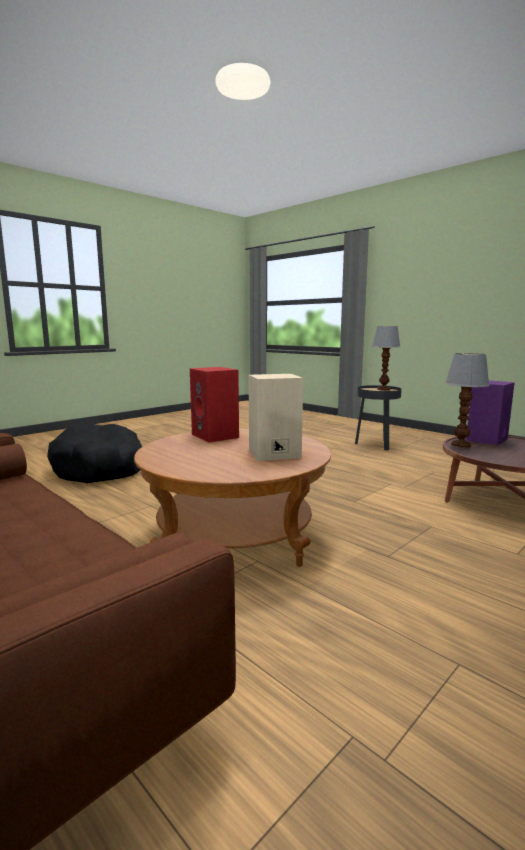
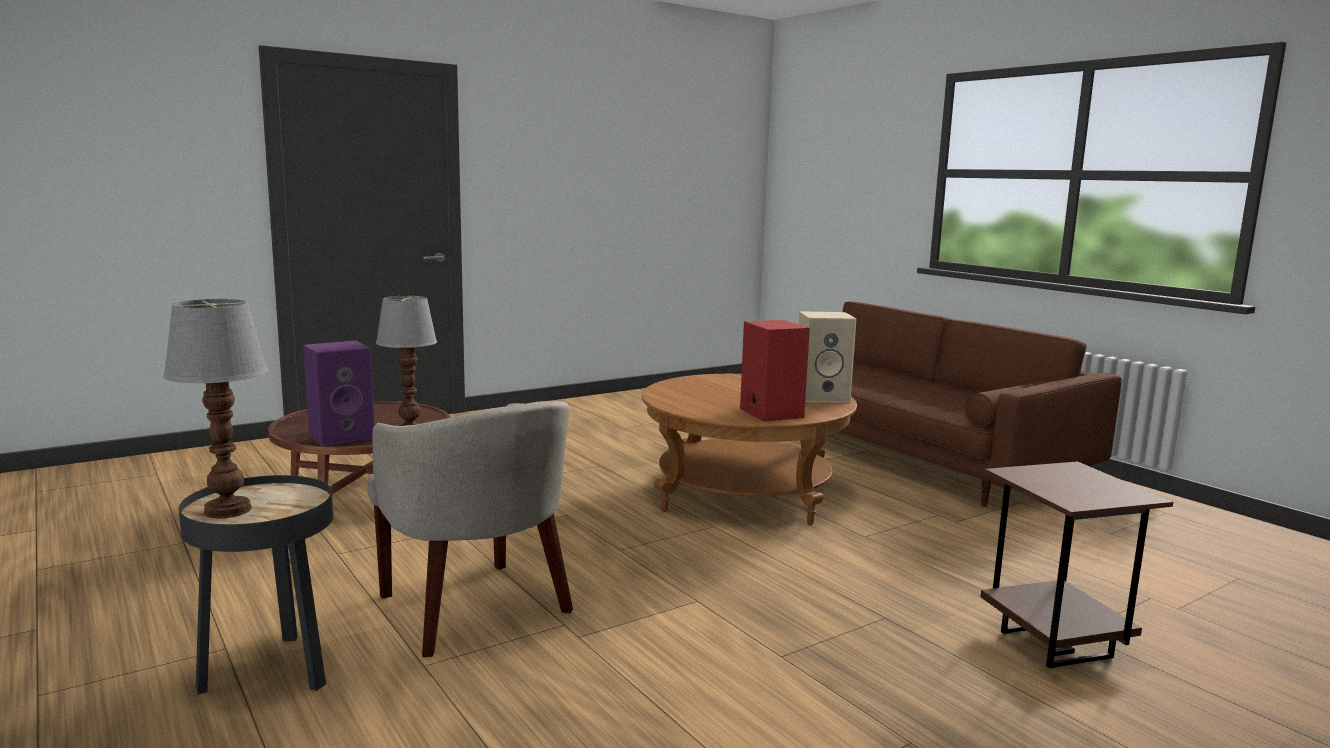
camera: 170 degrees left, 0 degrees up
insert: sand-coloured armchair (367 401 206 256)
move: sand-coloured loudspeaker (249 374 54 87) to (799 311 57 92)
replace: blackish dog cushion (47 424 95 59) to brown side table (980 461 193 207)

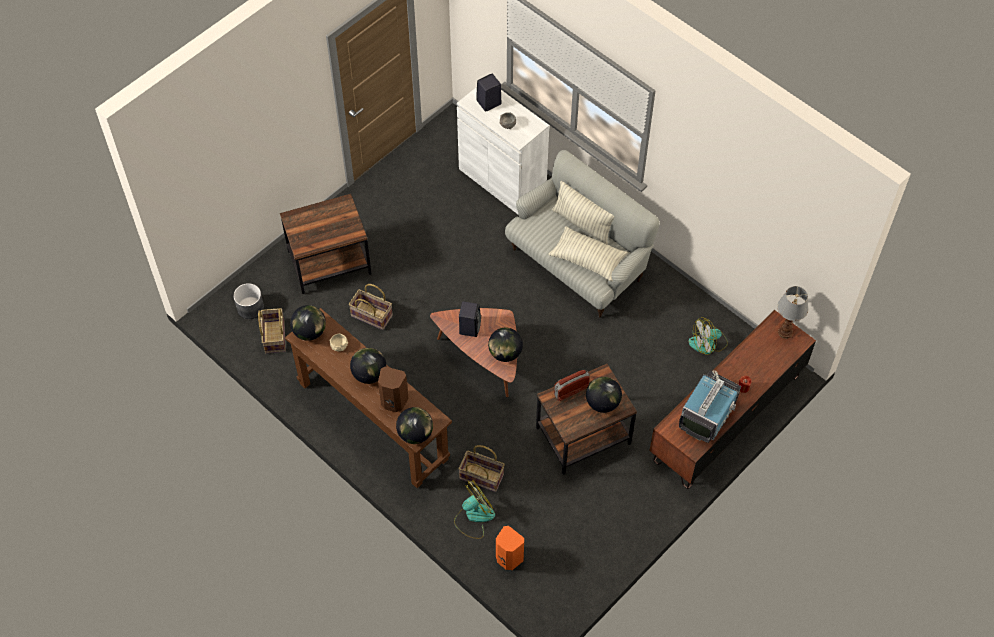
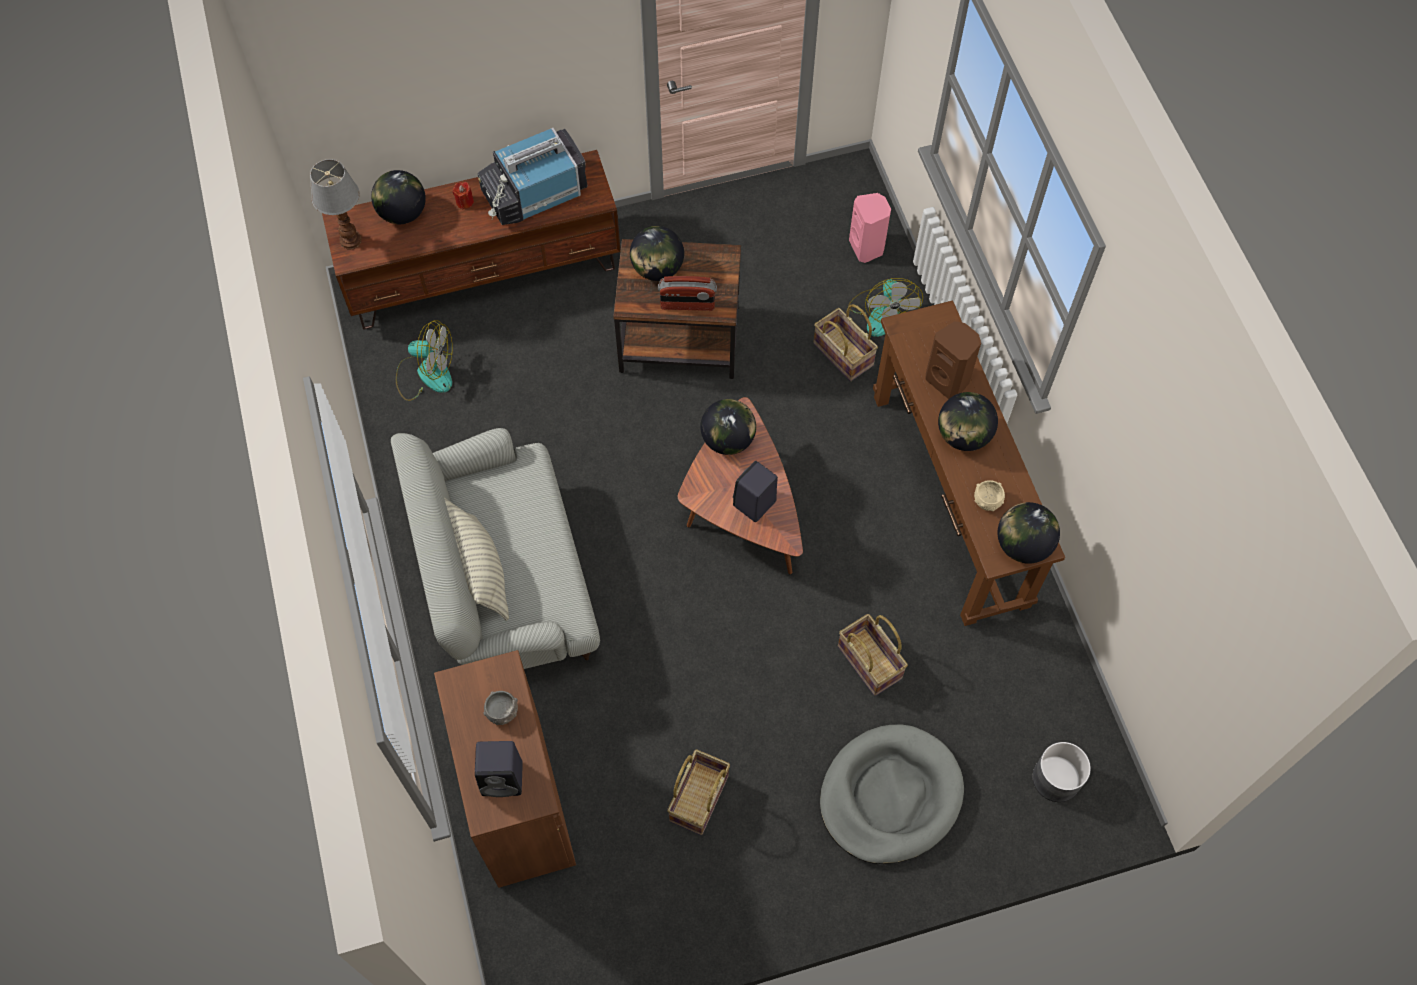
camera: 150 degrees left, 5 degrees up
delete: cushion (548 226 80 56)
move: basket (258 308 28 46) to (667 749 63 86); desk globe (396 407 37 37) to (371 170 55 54)
replace: brown side table (280 194 92 100) to grey dog cushion (820 724 144 140)
recolor: white-coloured cabinet (457 87 92 128) to brown cabinet (434 650 142 238); orange loudspeaker (496 526 28 44) to pinkish loudspeaker (849 193 42 70)
rotate: electric fan (454 480 41 59) = (848 278 75 59) 90 degrees counterclockwise

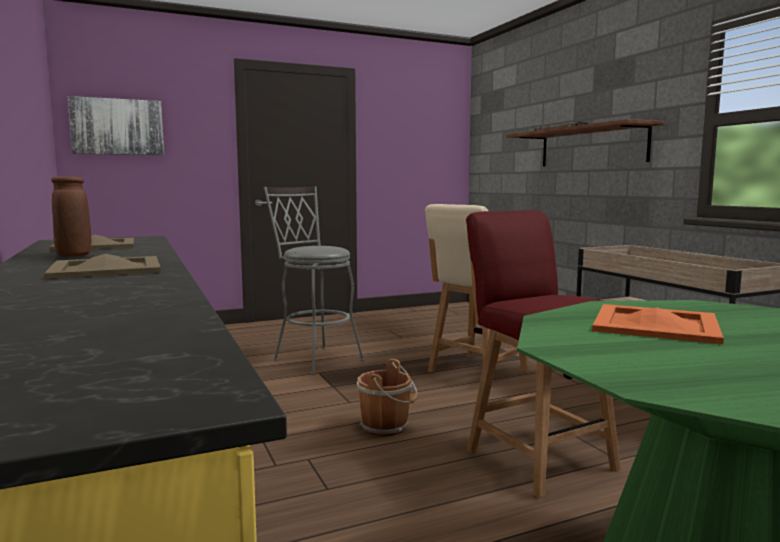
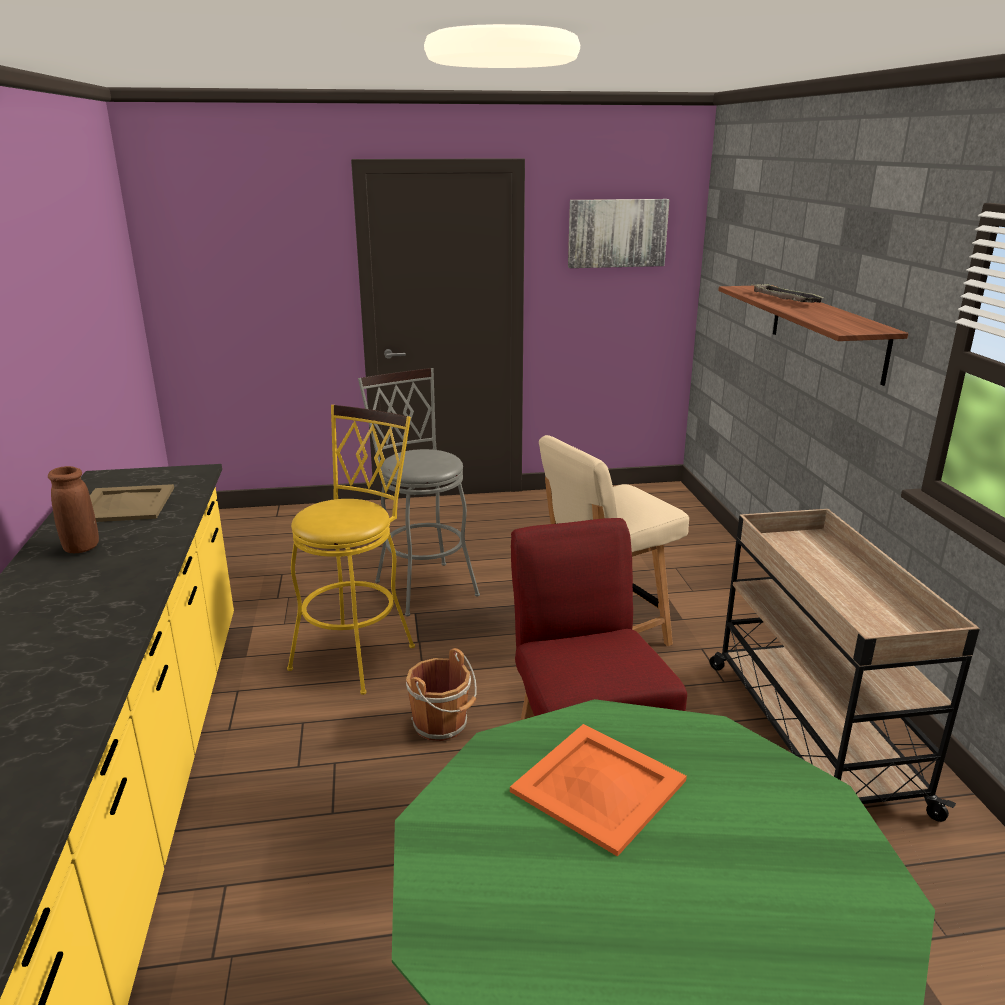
camera: 15 degrees right, 15 degrees up
delete: sand-coloured tray (44 254 117 25)
insert: yellowish stool seat (287 405 128 290)
move: wall picture (68 96 96 59) to (568 199 101 69)

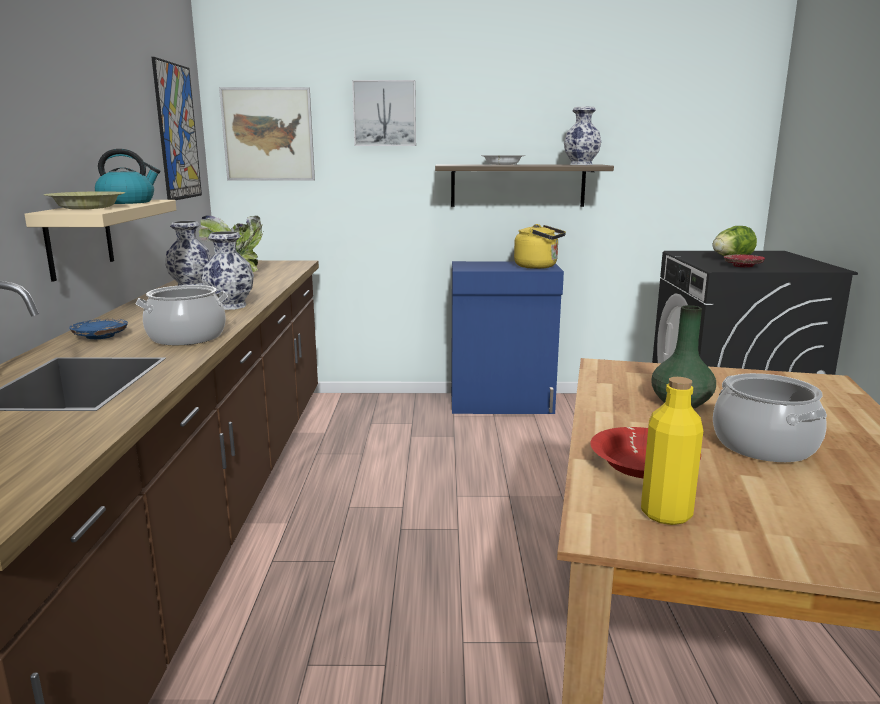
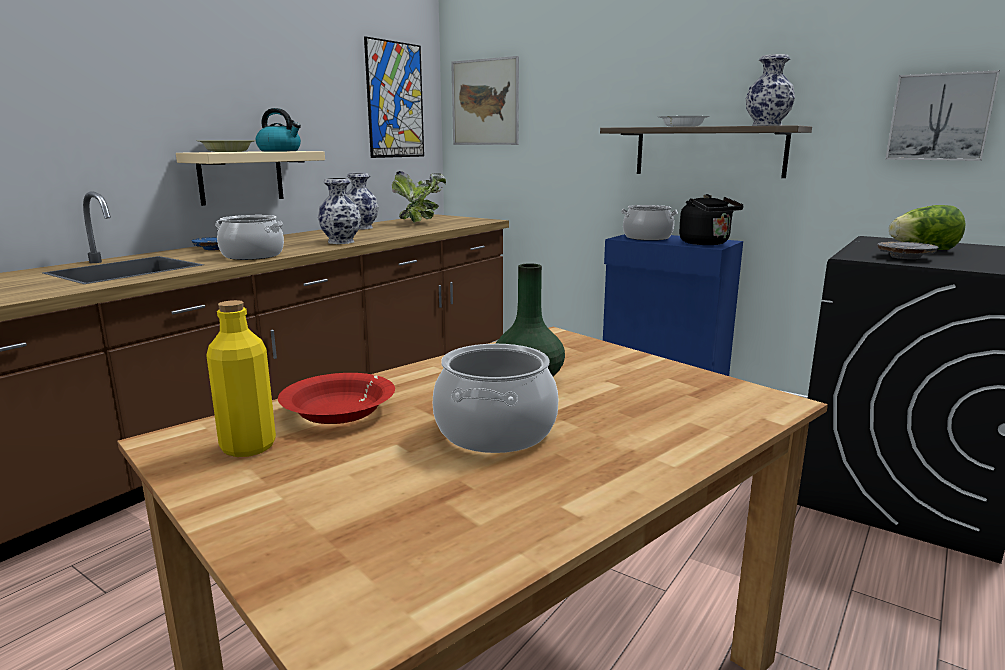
camera: 35 degrees right, 0 degrees up
insert: saucepot (621 205 57 36)
move: wall picture (352 80 64 66) to (885 70 115 91)
recolor: yellowish water kettle (514 224 52 45) to blackish water kettle (679 194 65 51); reddish flat dish (724 254 41 13) to grey flat dish (878 242 61 17)

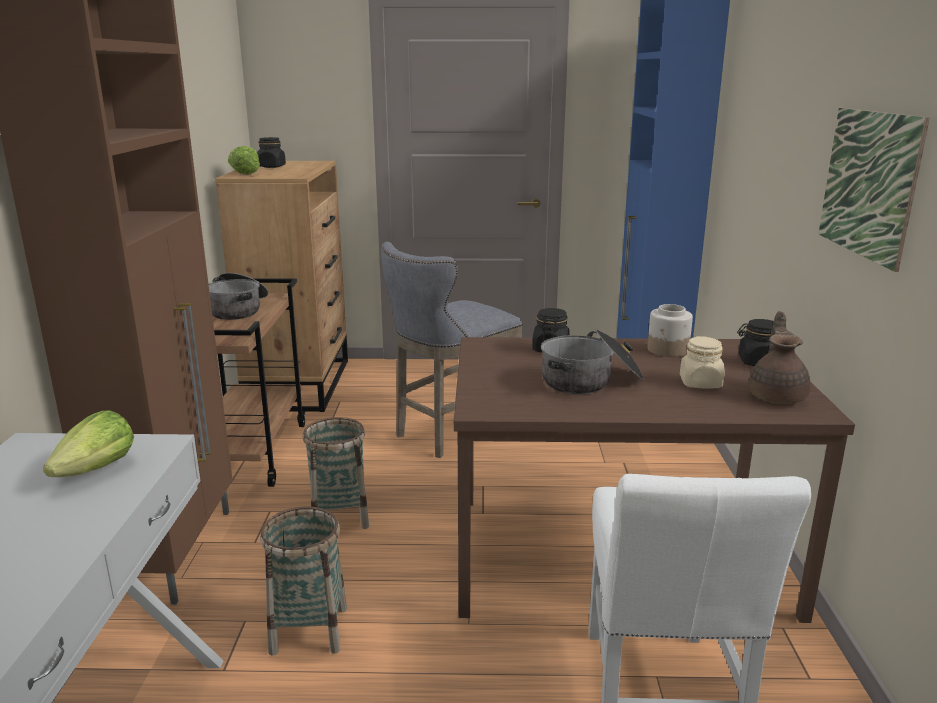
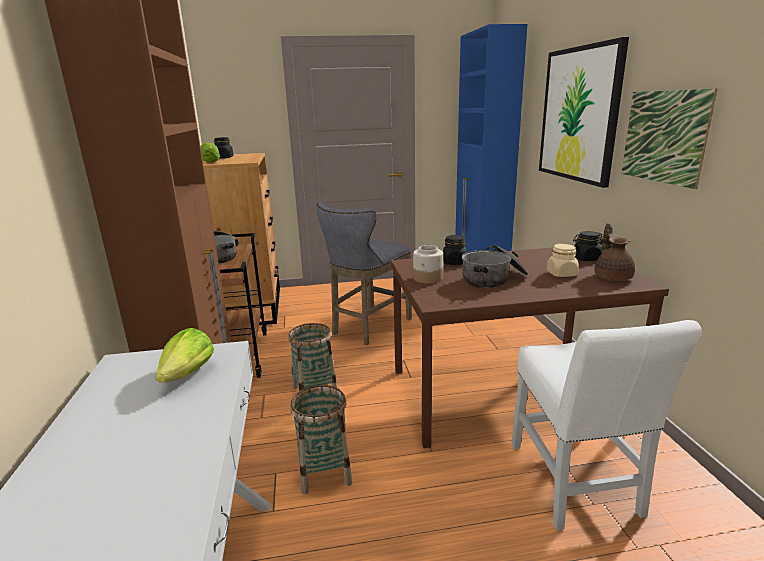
camera: 10 degrees left, 0 degrees up
insert: wall picture (539 37 90 151)
move: storage jar (648 304 45 53) to (413 245 30 39)

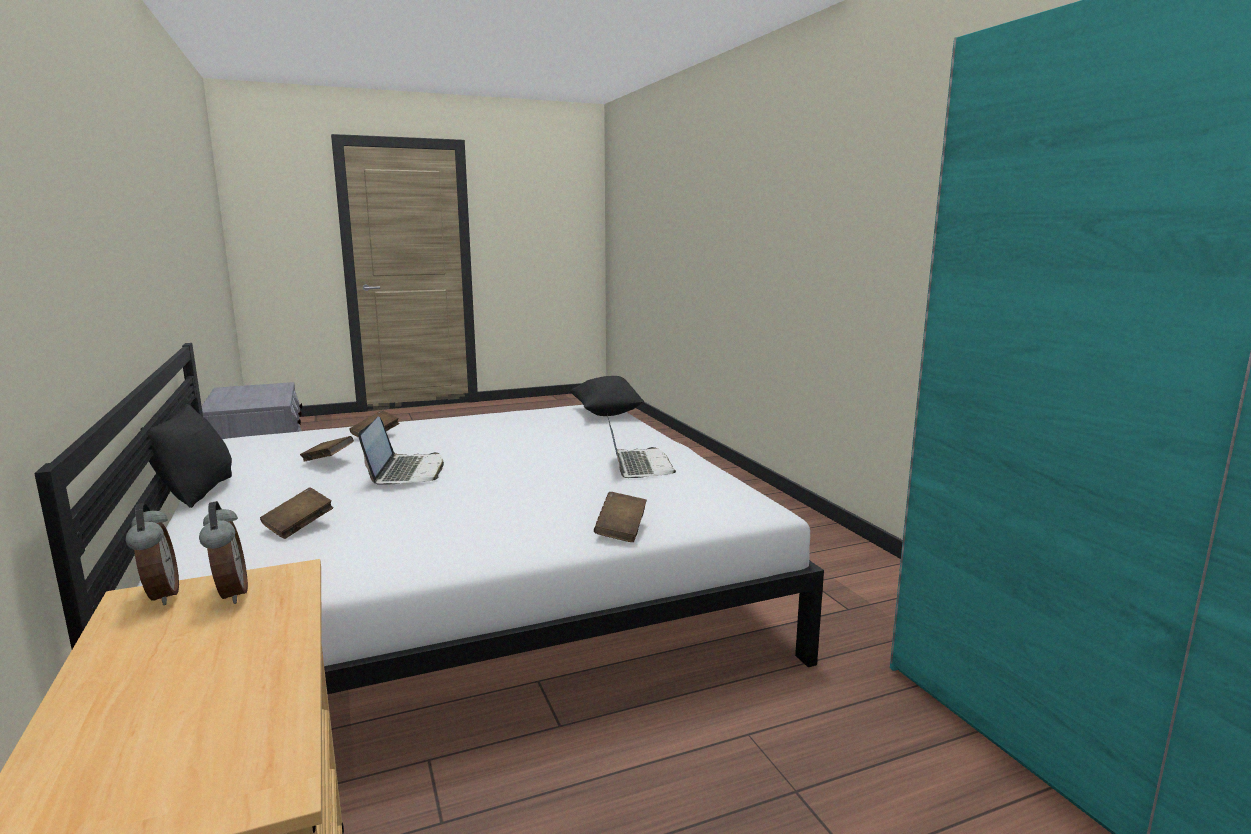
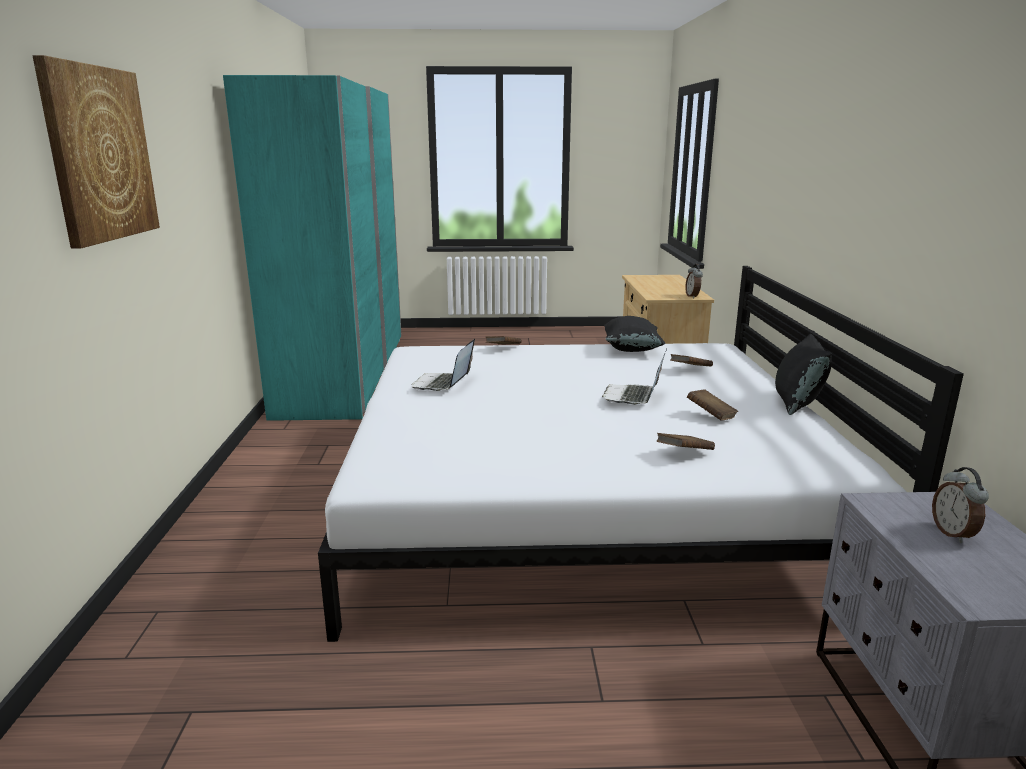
camera: 160 degrees left, 5 degrees up
insert: wall picture (32 55 128 193)
move: table clock (199 501 49 103) to (932 467 57 76); blackish cushion (569 376 75 40) to (604 316 62 36)

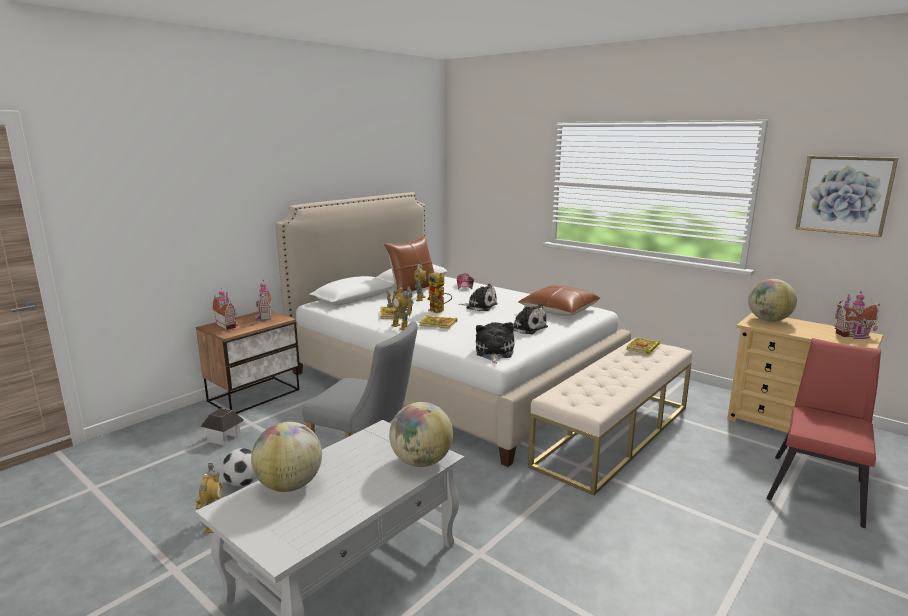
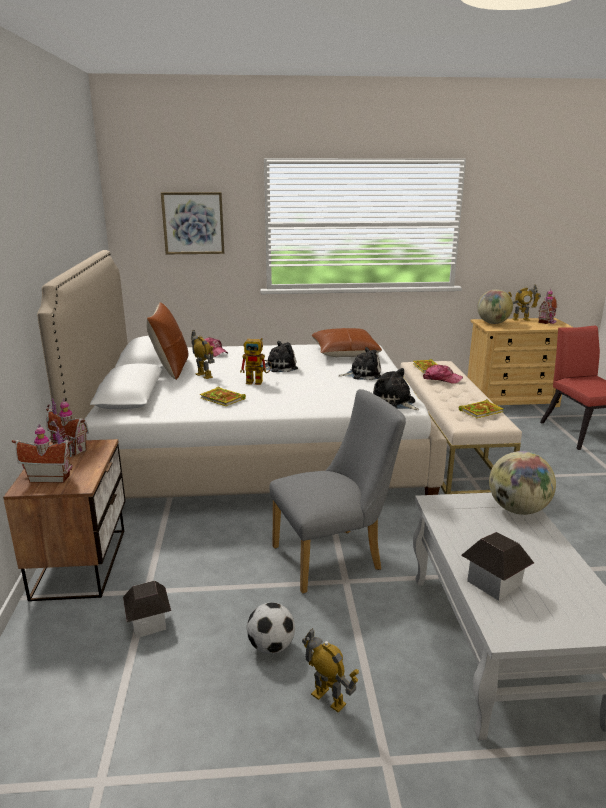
camera: 45 degrees left, 5 degrees up
insert: cap (423 365 40 19)
move: robot figure (386 286 28 44) to (509 284 32 37); bound book (419 315 38 14) to (459 399 44 19); wall picture (796 156 102 81) to (161 192 63 62)
replace: desk globe (251 422 71 70) to model house (461 532 73 69)

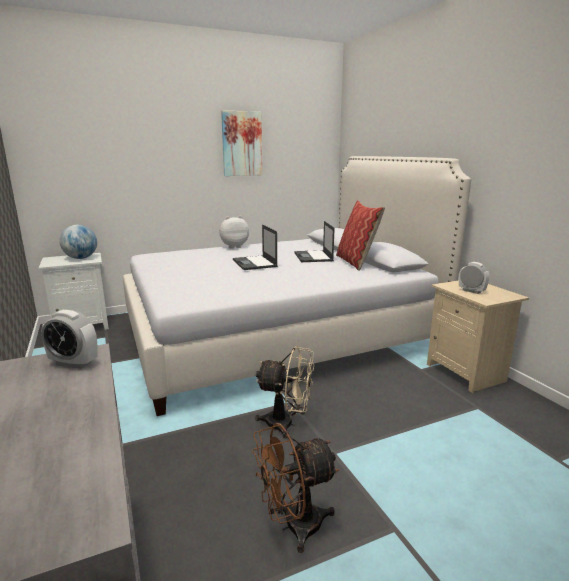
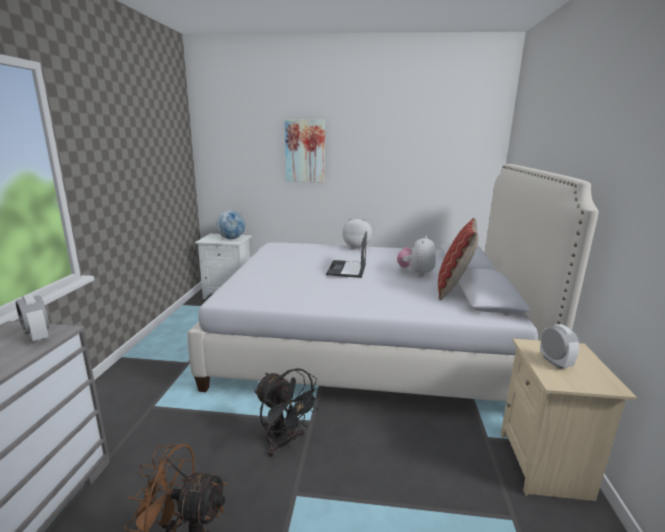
camera: 30 degrees right, 0 degrees up
move: wall picture (221 110 41 66) to (285 119 40 64)
replace: notebook computer (295 221 40 41) to soft toy (397 236 39 40)
recolor: sand-coloured electric fan (255 346 59 93) to blackish electric fan (254 368 68 89)

